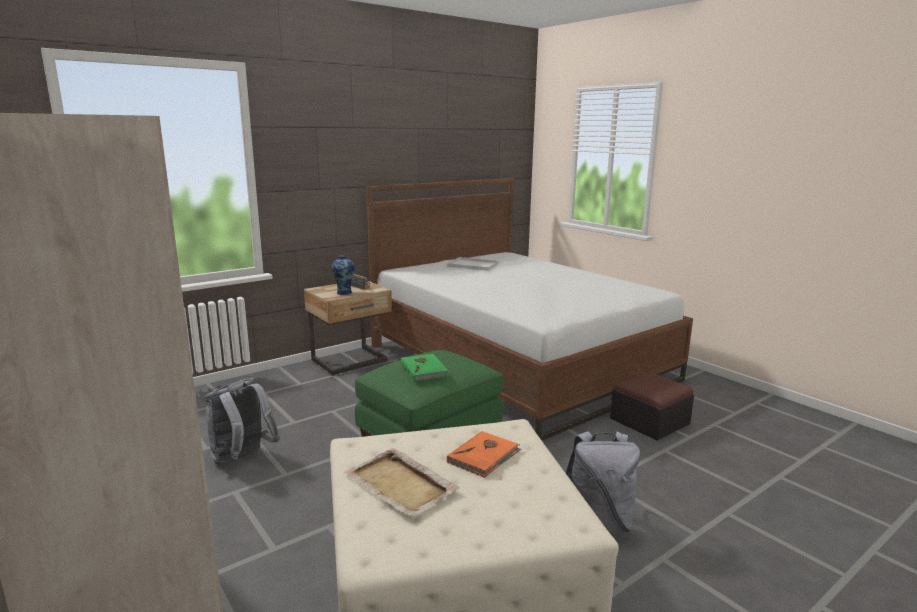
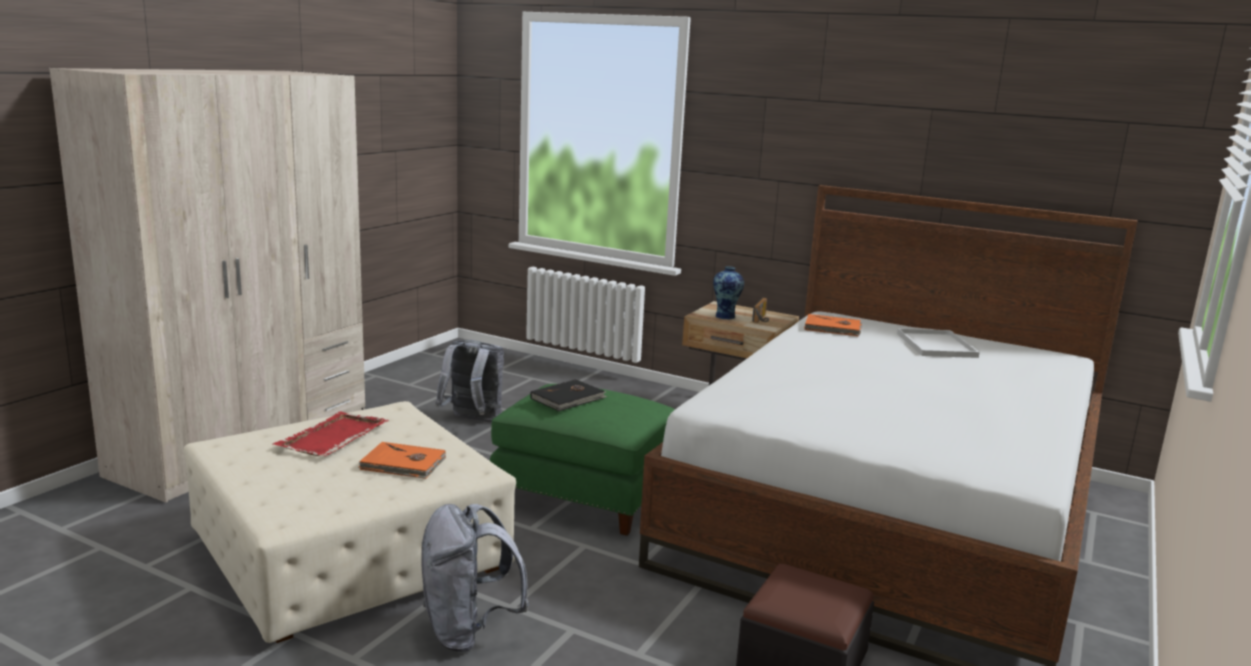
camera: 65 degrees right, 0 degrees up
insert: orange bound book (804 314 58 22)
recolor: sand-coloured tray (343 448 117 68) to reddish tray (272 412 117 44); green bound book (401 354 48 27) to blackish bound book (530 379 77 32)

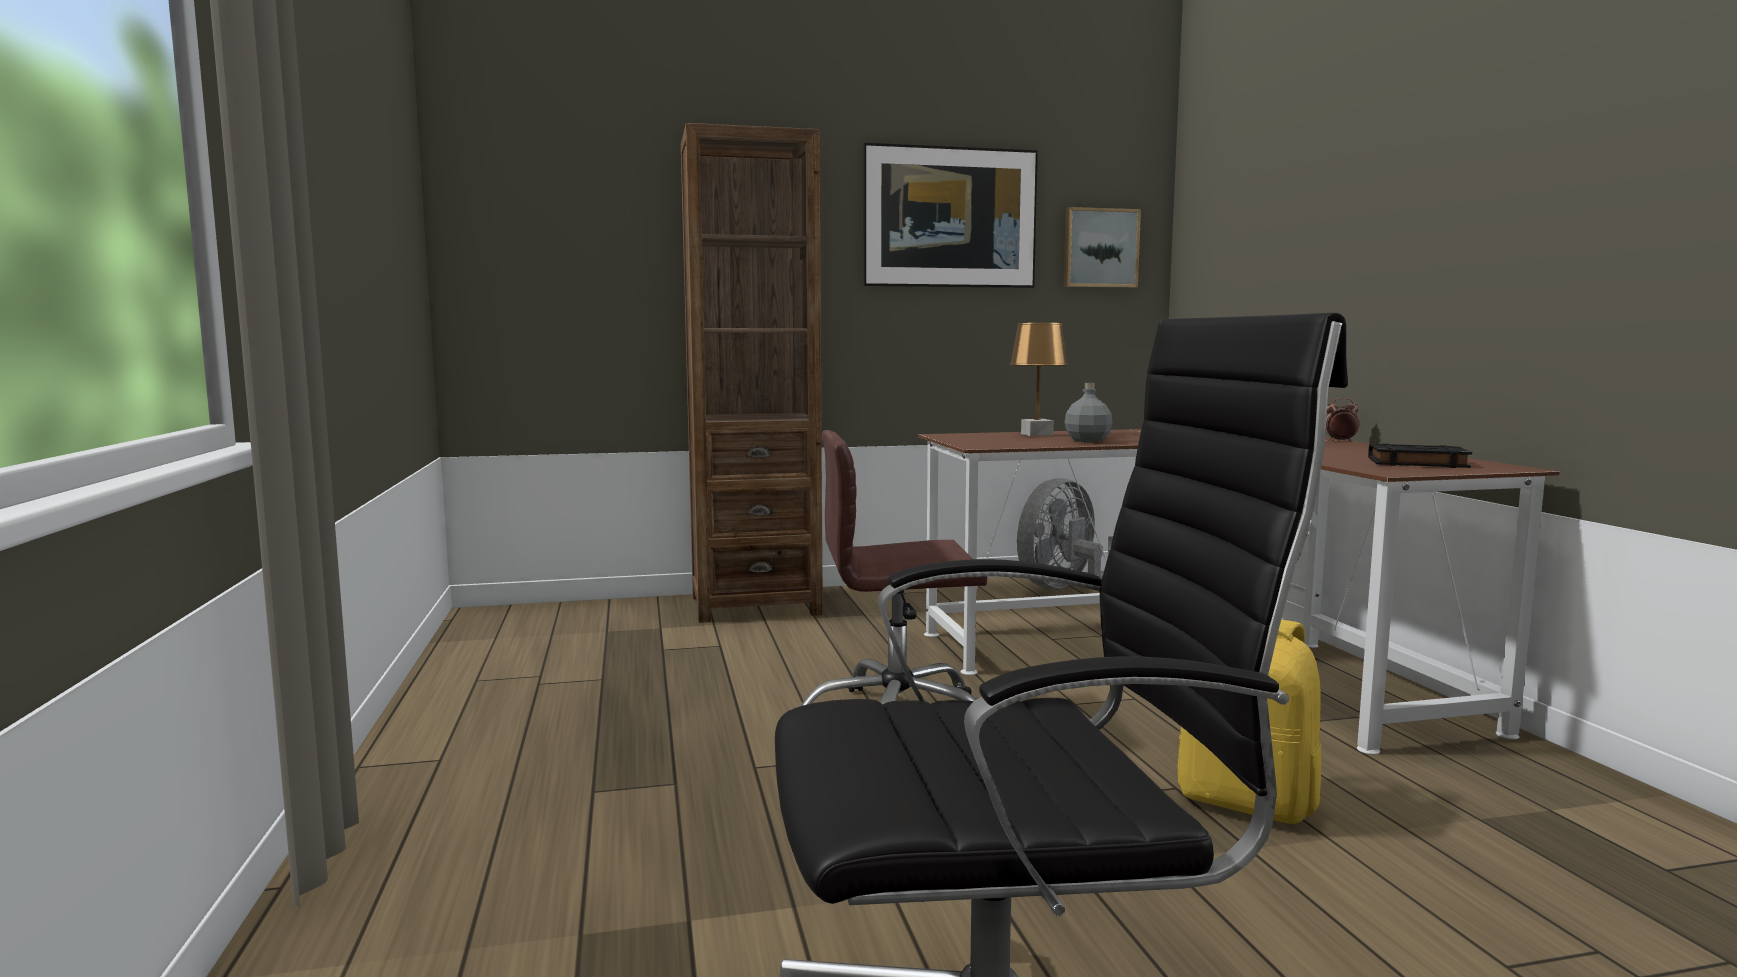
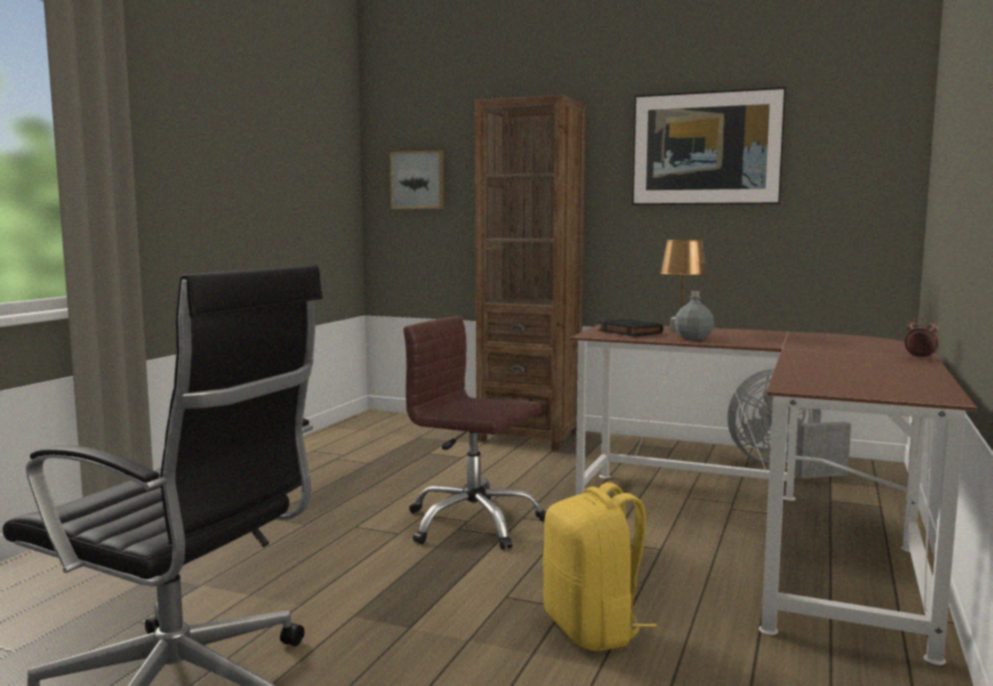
camera: 35 degrees right, 0 degrees up
move: wall picture (1063 207 78 81) to (390 150 54 59); blackish bound book (1368 443 104 25) to (598 319 65 18)

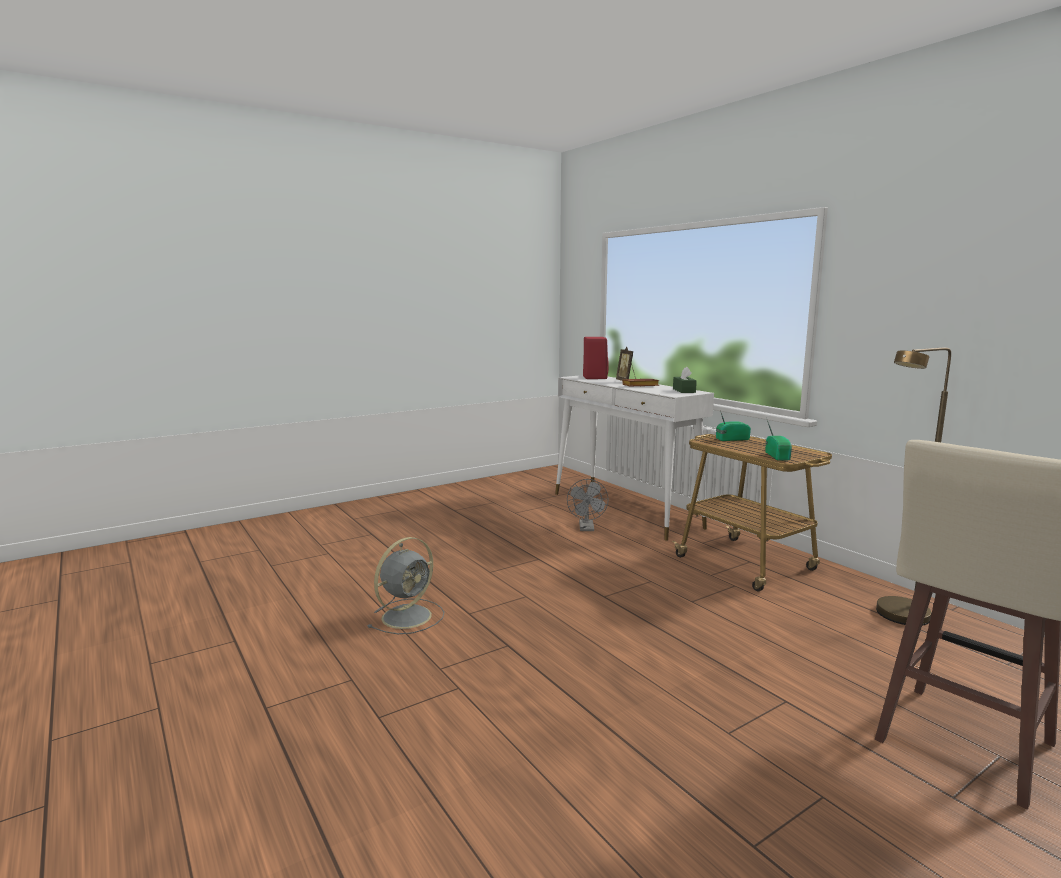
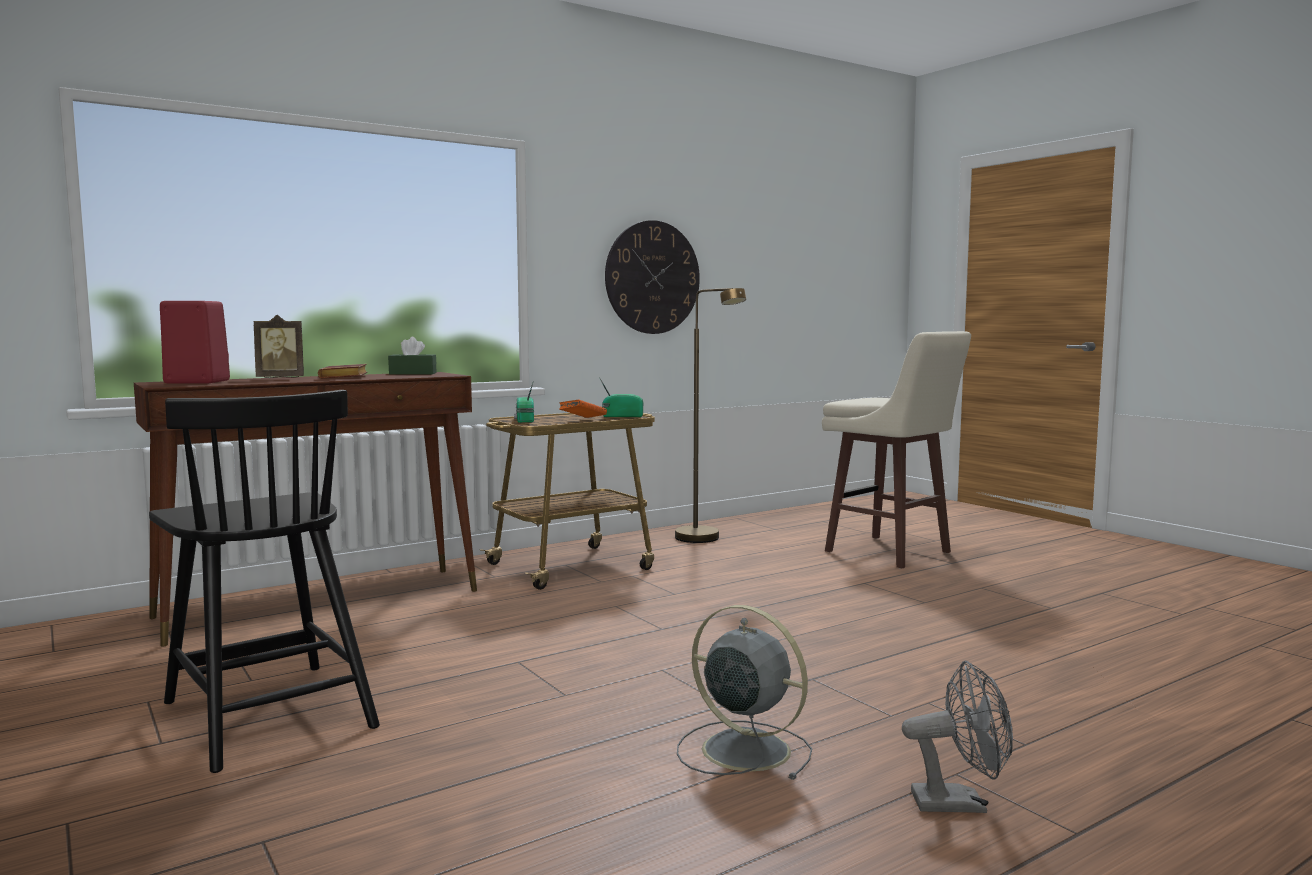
camera: 90 degrees left, 5 degrees down
insert: blackish plain chair (149 390 231 383); orange bound book (559 400 48 18); hanging clock (605 220 95 114)
move: grey electric fan (567 479 42 52) to (902 660 111 153)
recolor: white-coloured console table (555 375 159 166) to brown console table (134 372 343 275)

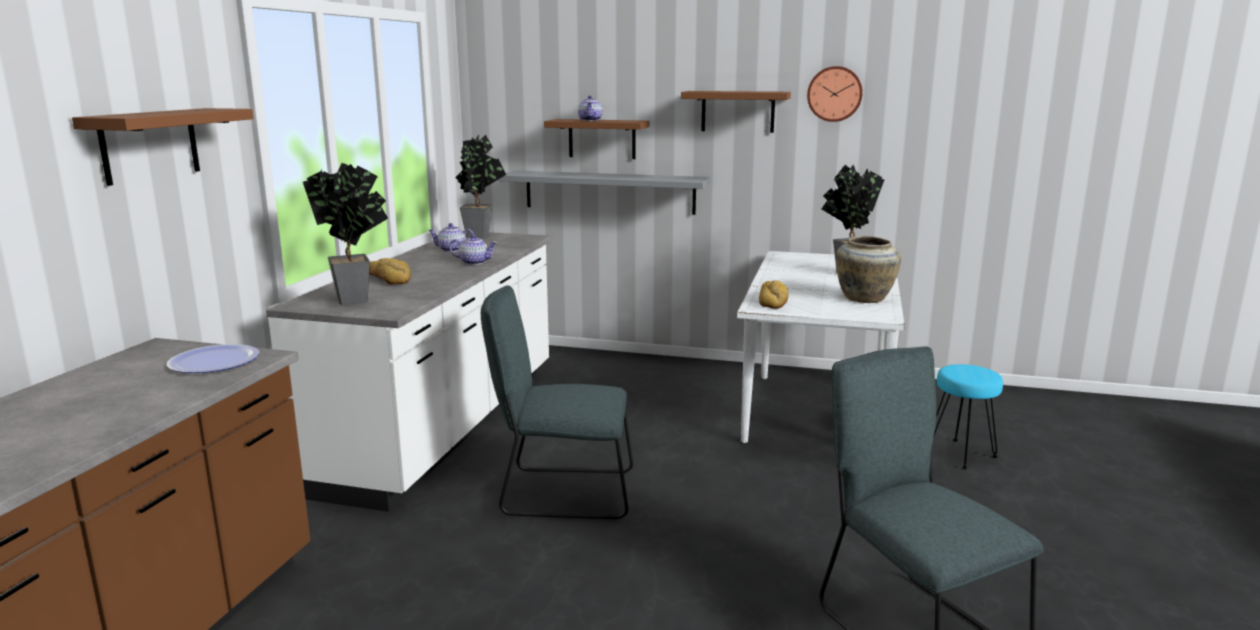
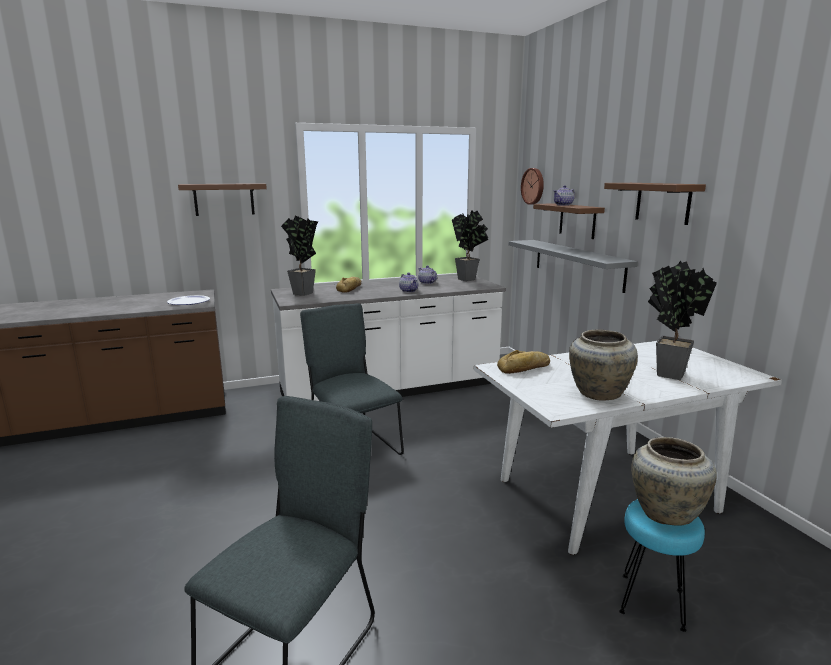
camera: 55 degrees right, 0 degrees up
insert: sand-coloured decorative vase (631 437 86 89)
move: hanging clock (807 66 56 56) to (521 168 23 37)

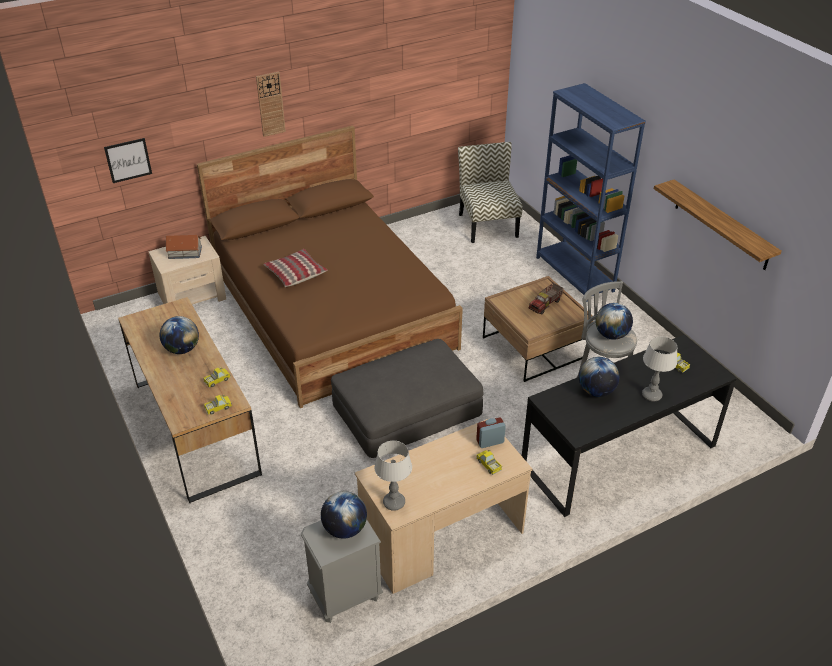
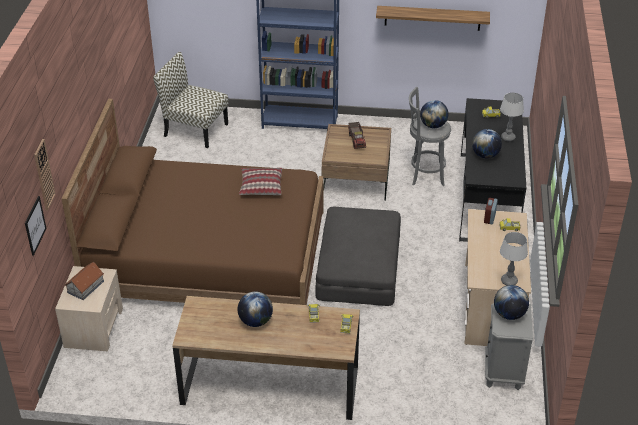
camera: 55 degrees left, 0 degrees up
move: hanging clock (256 72 30 65) to (34 139 22 72); cushion (264 249 63 38) to (239 168 43 27)

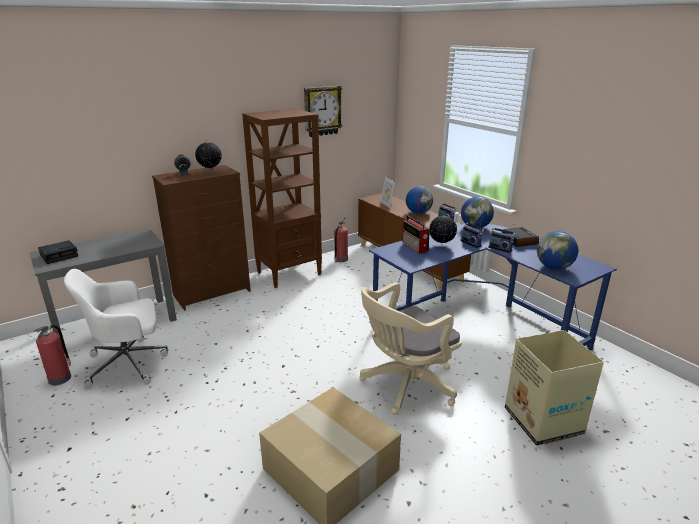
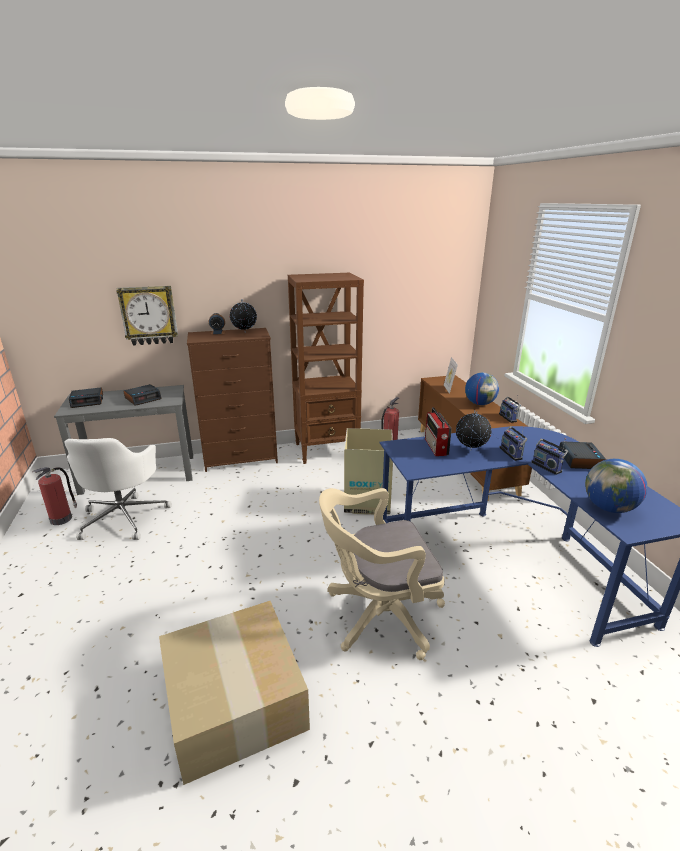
camera: 20 degrees right, 0 degrees up
delete: desk globe (461 196 33 33)
insert: table clock (123 384 38 22)
move: hanging clock (304 86 38 51) to (116 286 62 60); cardboard box (505 330 99 116) to (344 428 49 87)
rotate: white-coloured office chair (64 269 104 119) = (65 438 107 102) 90 degrees counterclockwise

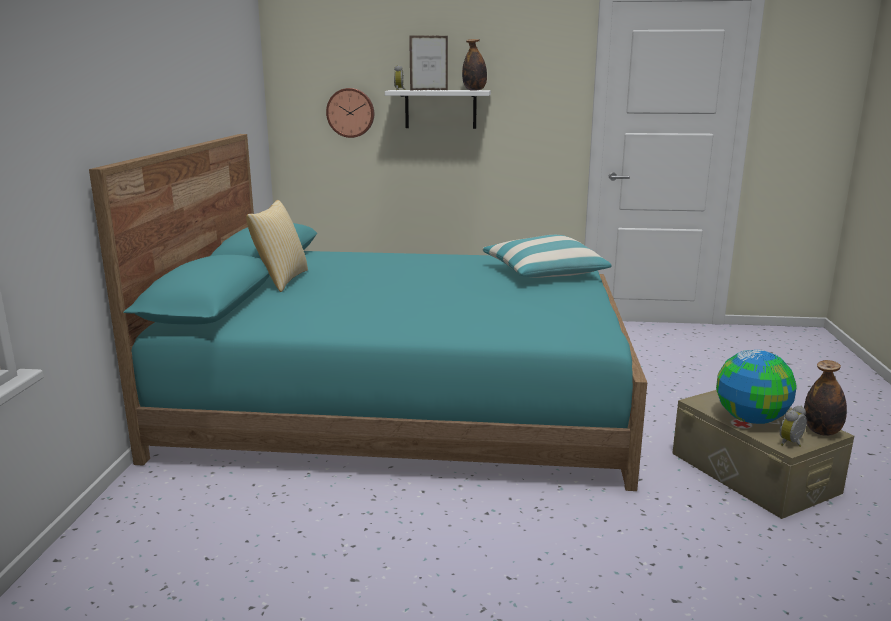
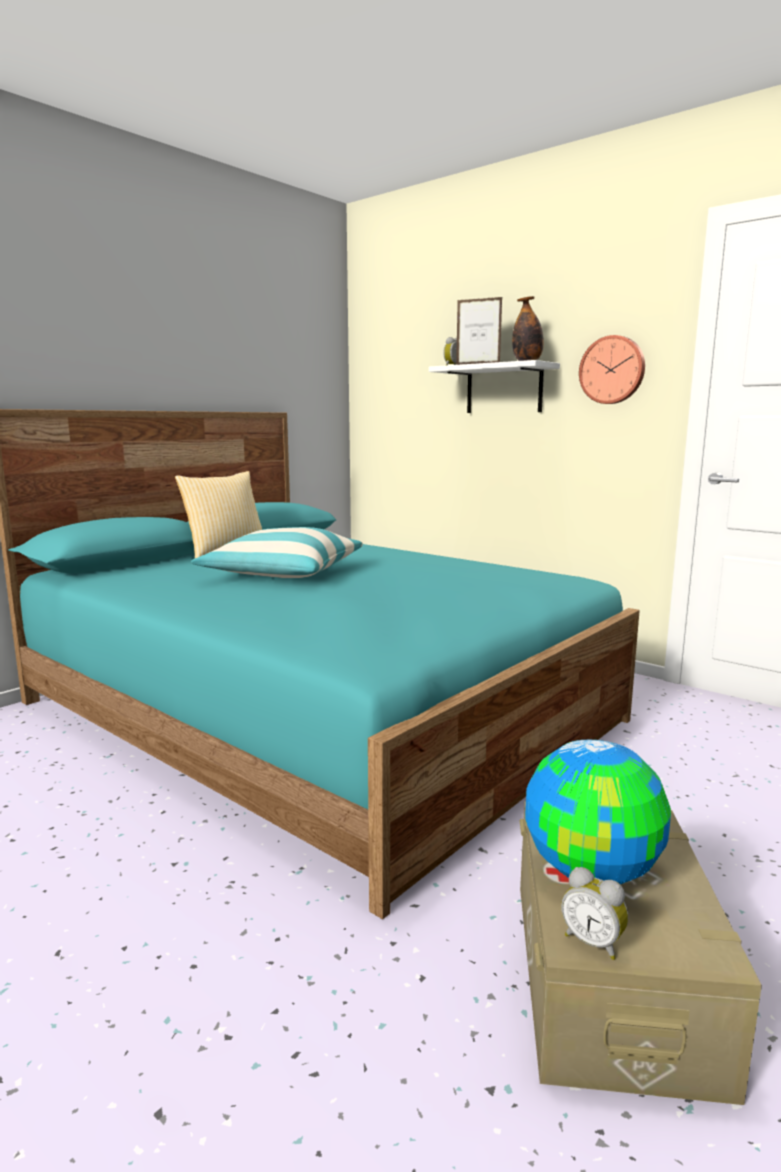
camera: 35 degrees right, 5 degrees down
delete: beverage bottle (804 360 43 76)
move: hanging clock (326 88 48 50) to (579 335 66 69); cushion (482 235 129 43) to (191 527 172 51)
rotate: table clock (780 406 27 41) = (561 867 67 93) 135 degrees counterclockwise

